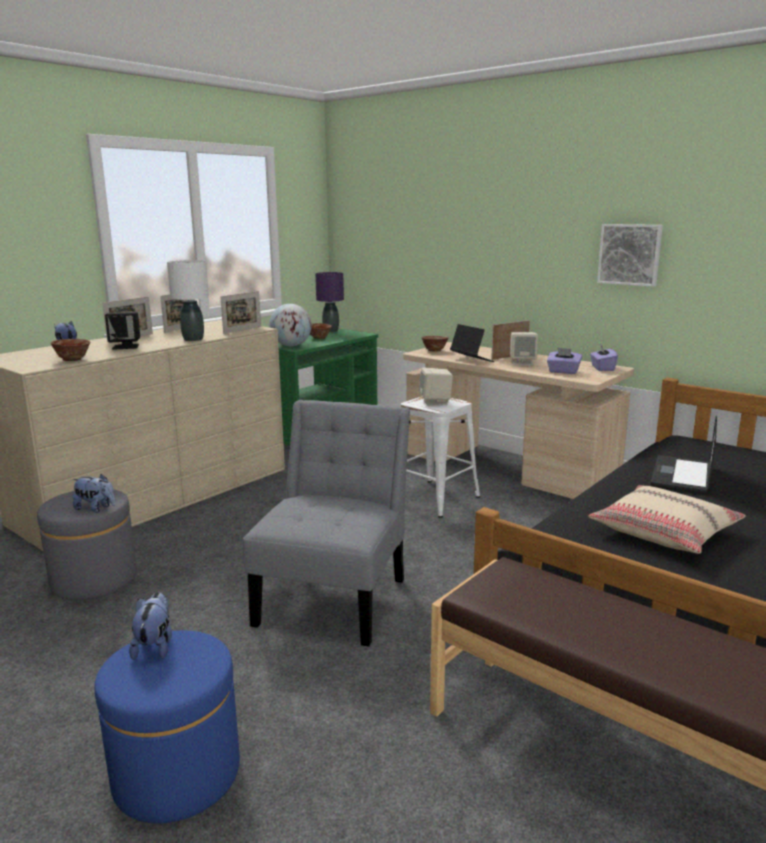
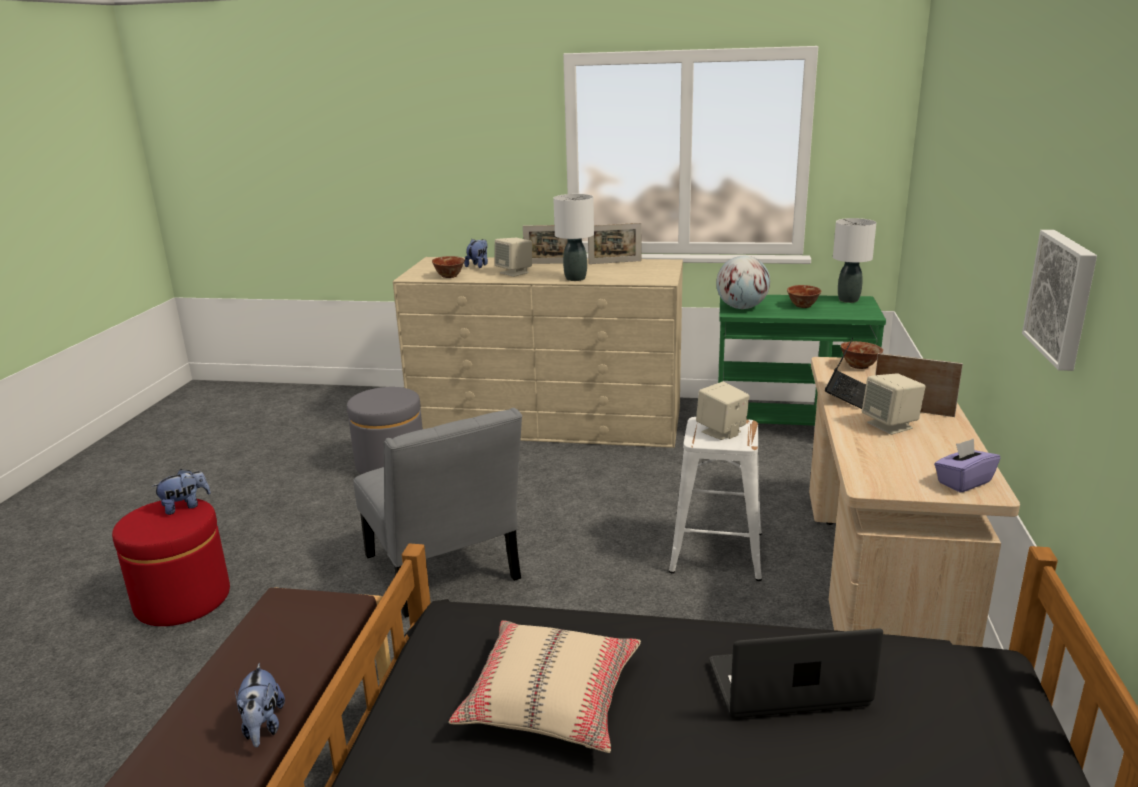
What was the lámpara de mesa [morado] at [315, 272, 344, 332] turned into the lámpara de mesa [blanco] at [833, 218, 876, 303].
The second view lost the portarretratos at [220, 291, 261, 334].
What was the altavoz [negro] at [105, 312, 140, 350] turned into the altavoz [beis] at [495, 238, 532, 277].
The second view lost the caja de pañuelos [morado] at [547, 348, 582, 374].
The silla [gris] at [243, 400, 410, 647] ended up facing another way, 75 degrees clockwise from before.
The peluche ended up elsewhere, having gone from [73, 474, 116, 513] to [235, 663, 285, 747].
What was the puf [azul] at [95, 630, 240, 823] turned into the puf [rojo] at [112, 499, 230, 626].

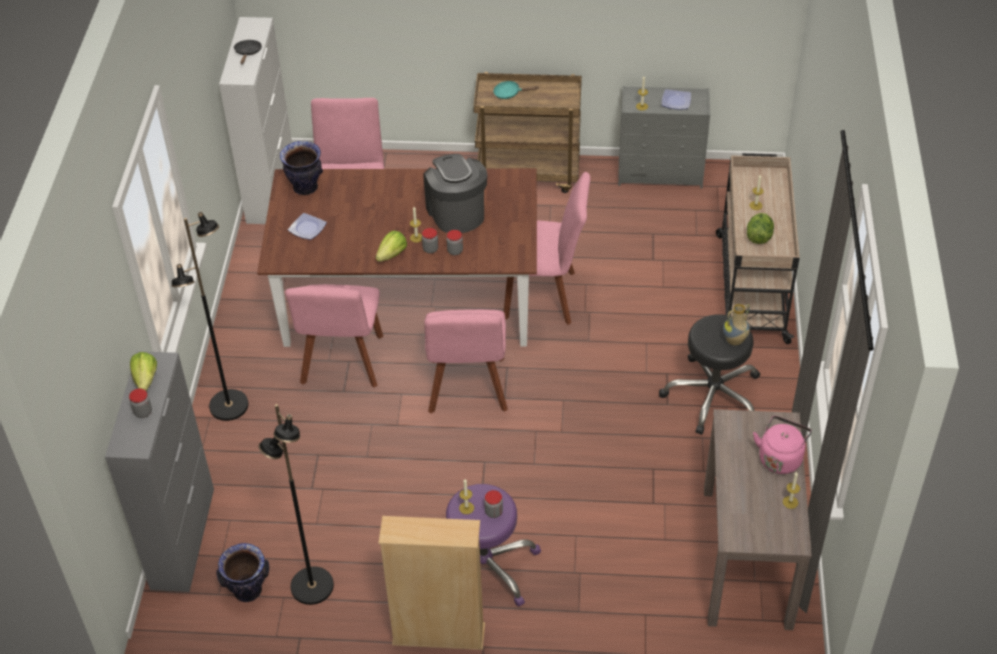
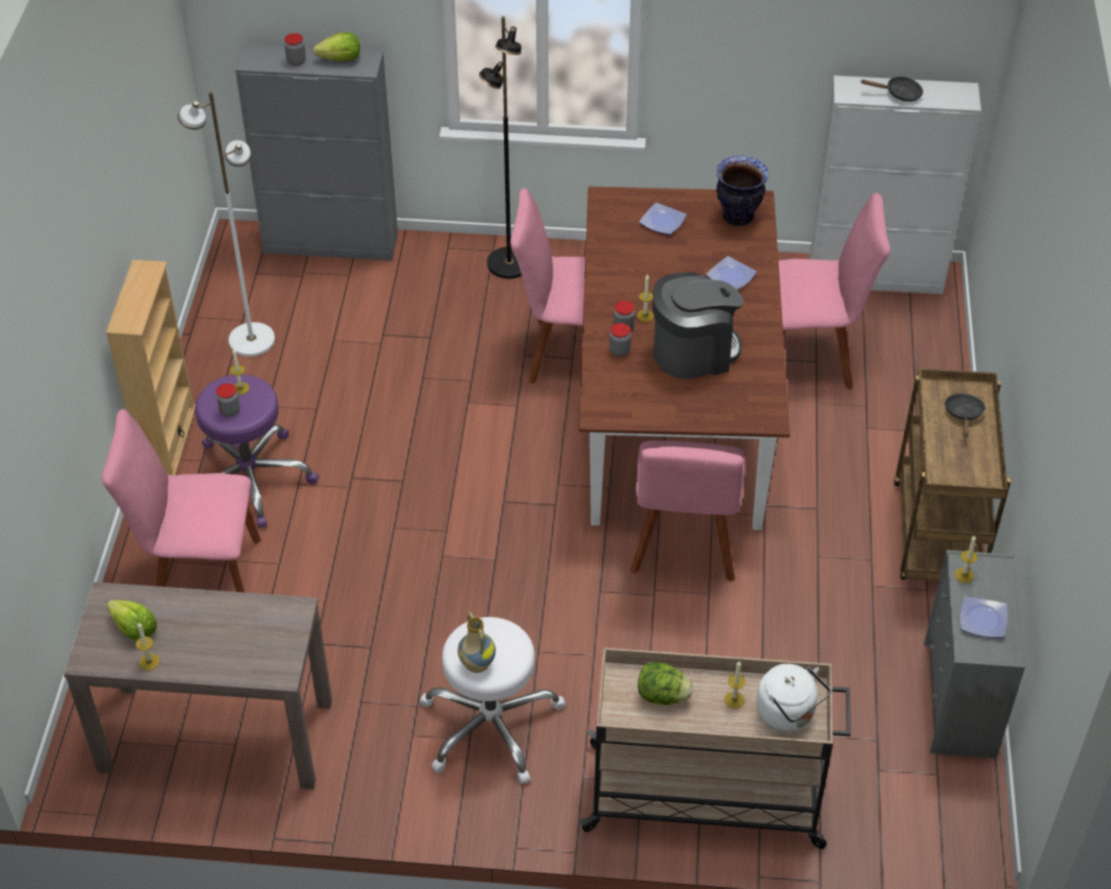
What was the sartén [turquesa] at [493, 81, 538, 99] turned into the sartén [negro] at [944, 394, 986, 437].
The lechuga ended up elsewhere, having gone from [376, 231, 407, 262] to [107, 600, 157, 641].
The silla [rosa] ended up elsewhere, having gone from [424, 309, 508, 414] to [102, 409, 261, 592].
What was the taburete [negro] at [659, 314, 760, 435] turned into the taburete [blanco] at [419, 617, 566, 784].
What was the lámpara de pie [negro] at [259, 404, 334, 605] turned into the lámpara de pie [blanco] at [178, 92, 275, 357].
The second view lost the hervidor [rosa] at [753, 416, 812, 474].
The second view lost the florero at [216, 543, 269, 602].
The second view gained the plato at [706, 256, 757, 290].
The second view gained the hervidor [blanco] at [756, 664, 831, 732].

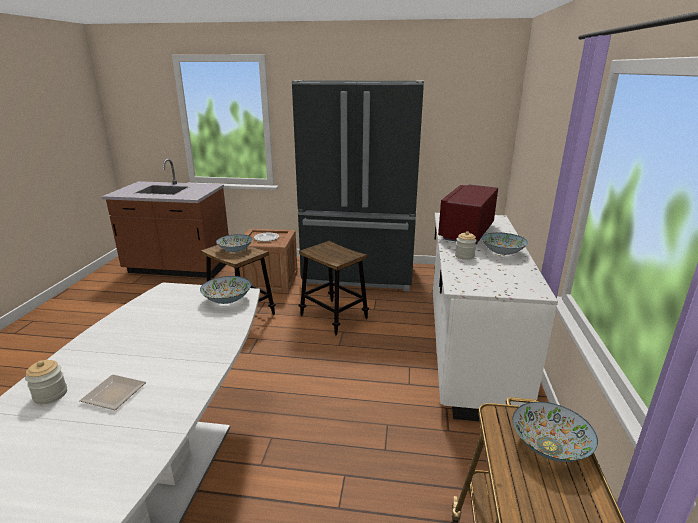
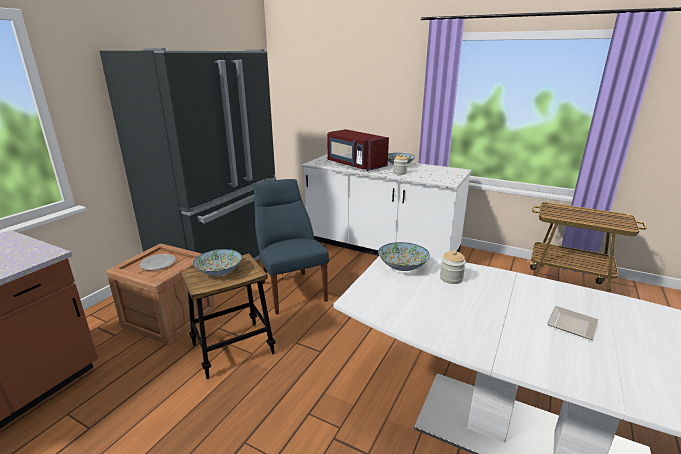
Where the taburete stood at [299, 241, 369, 335], the silla [azul] came to stand at [254, 179, 329, 315].
The tarro ended up elsewhere, having gone from [25, 360, 67, 404] to [440, 250, 466, 284].
The second view lost the cuenco at [513, 402, 598, 462].

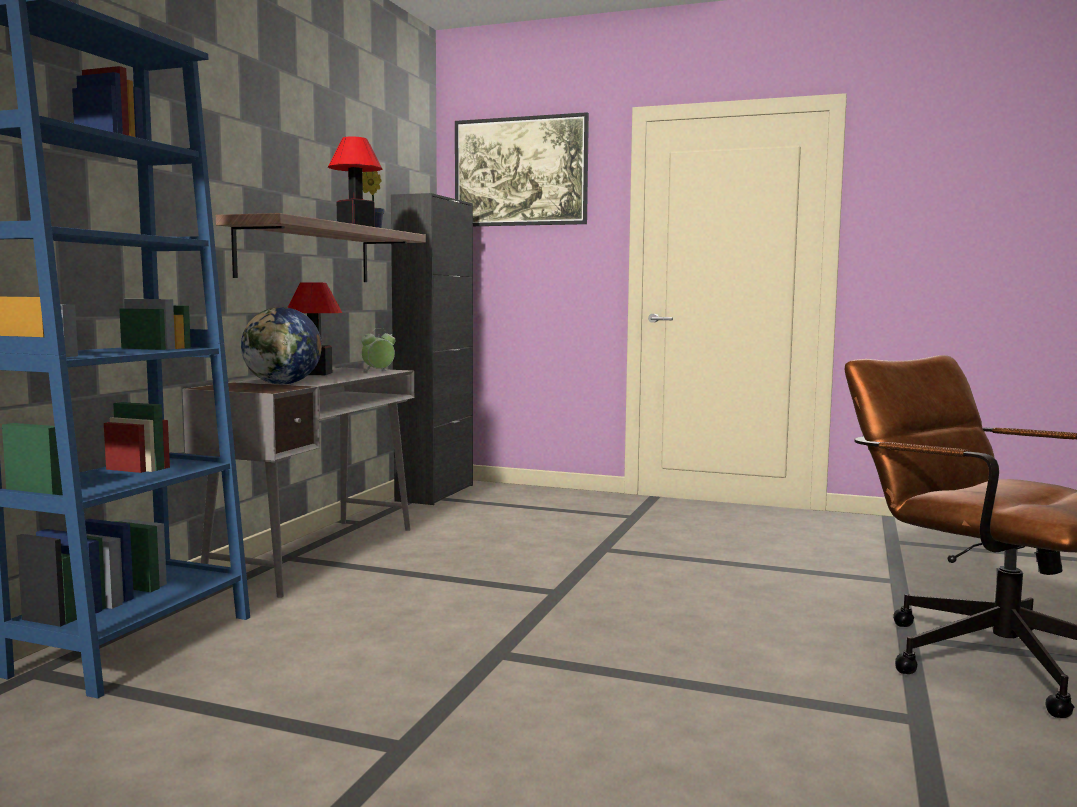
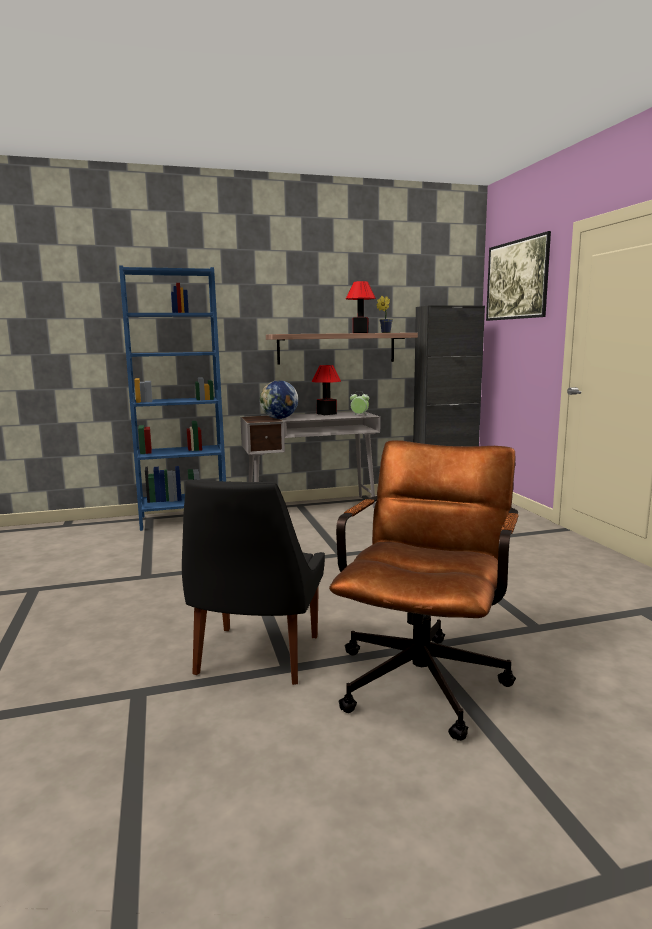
The second view gained the silla [negro] at [182, 479, 325, 685].

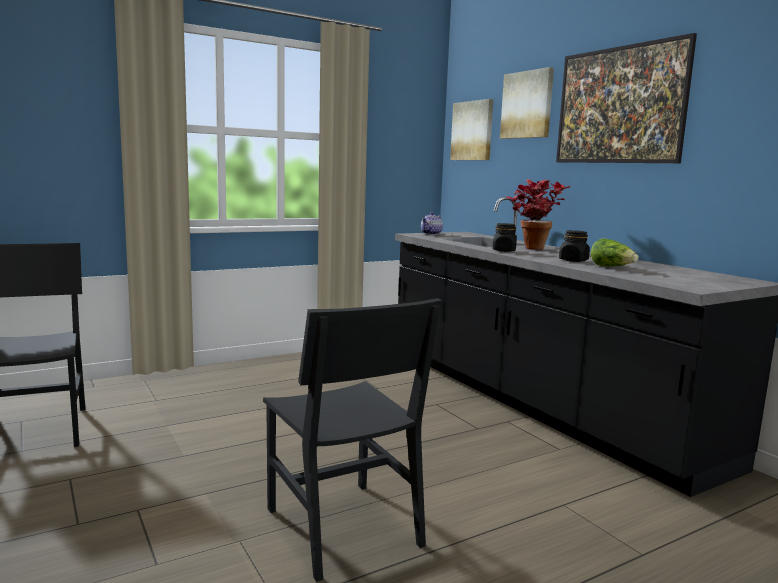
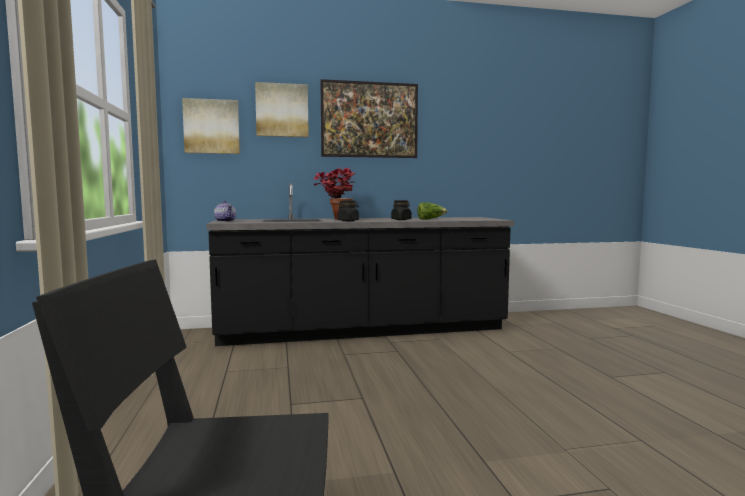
The second view lost the silla [negro] at [263, 298, 442, 582].

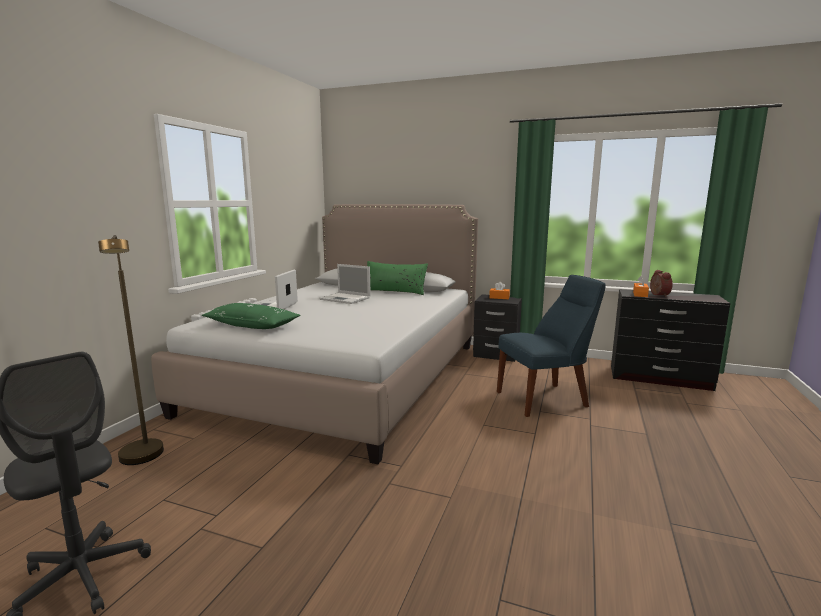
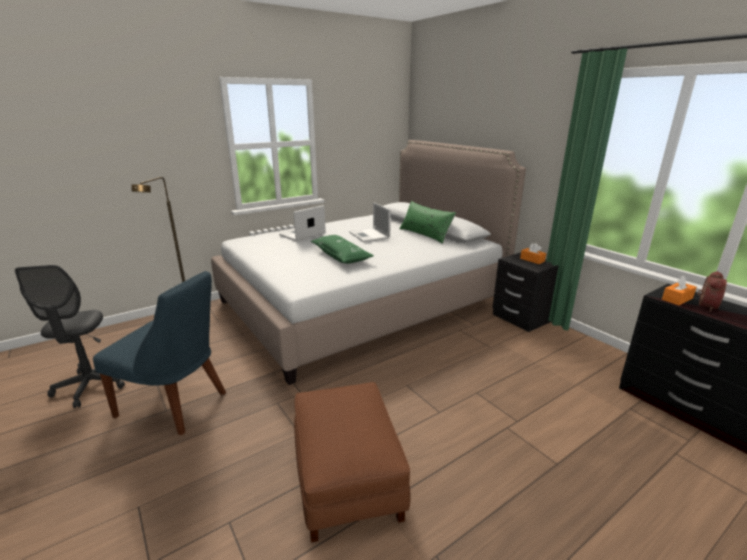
The silla [azul] ended up elsewhere, having gone from [497, 275, 606, 417] to [93, 271, 226, 435].
The cojín [verde] ended up elsewhere, having gone from [202, 303, 301, 329] to [311, 235, 374, 264].
The second view gained the puf [marrón] at [294, 382, 410, 542].

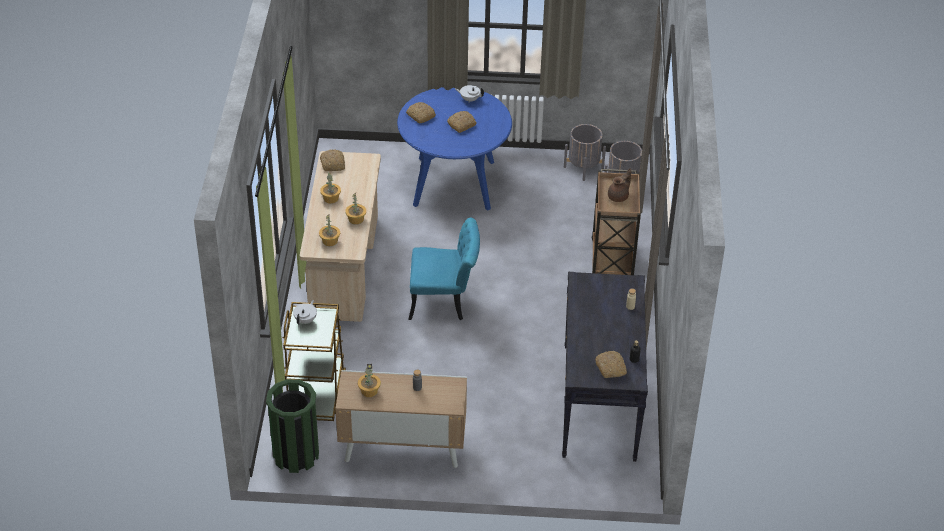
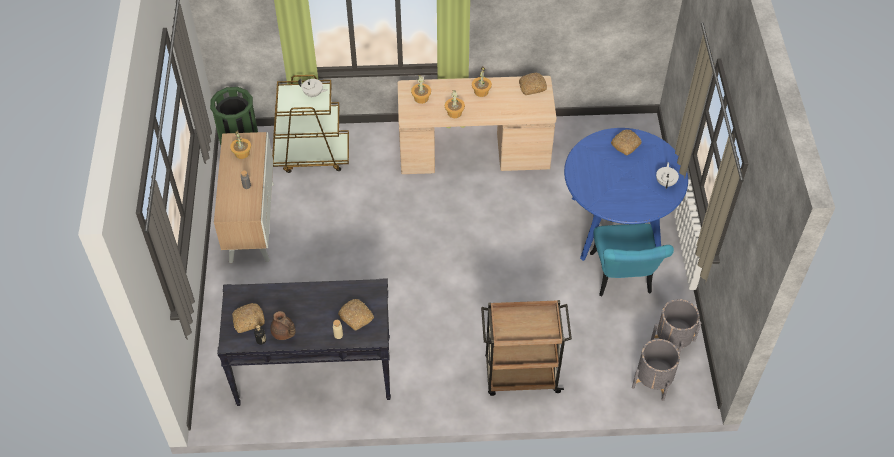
The pan ended up elsewhere, having gone from [447, 111, 476, 133] to [338, 299, 374, 330].
The tetera [marrón] ended up elsewhere, having gone from [608, 168, 631, 202] to [270, 311, 296, 340].
The silla [turquesa] ended up elsewhere, having gone from [409, 218, 480, 320] to [590, 223, 674, 297].

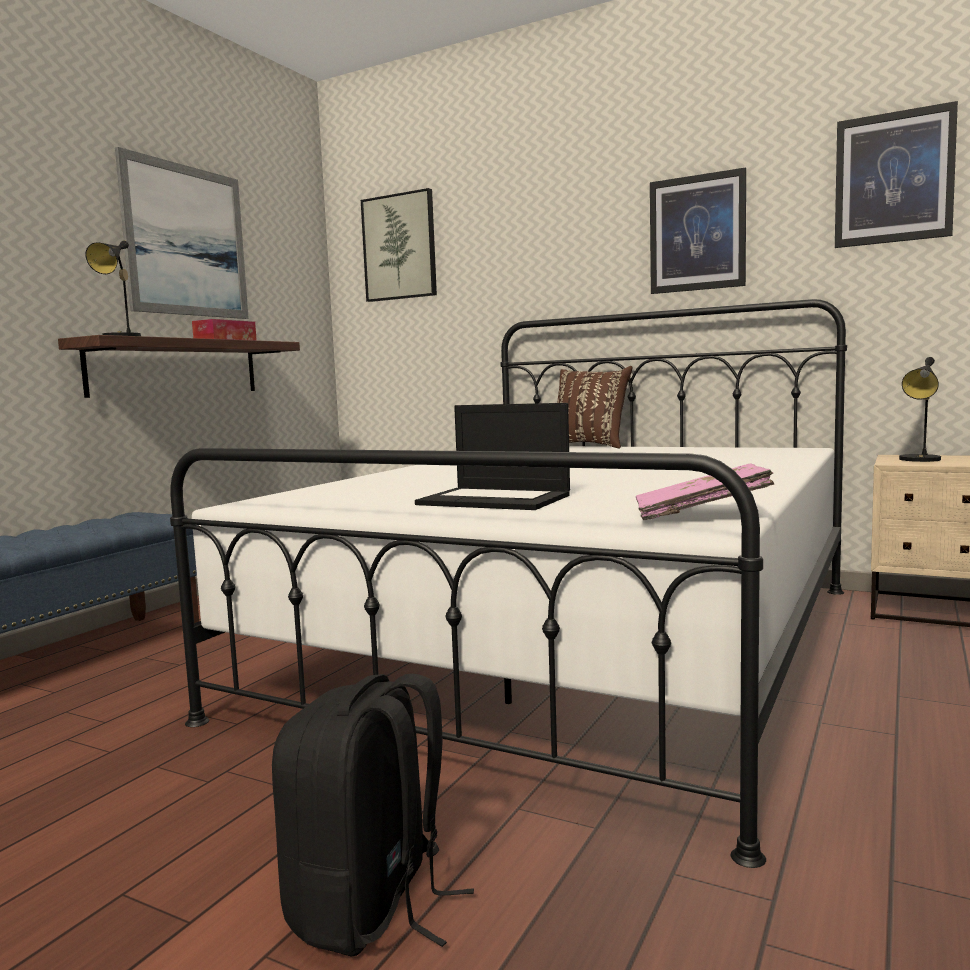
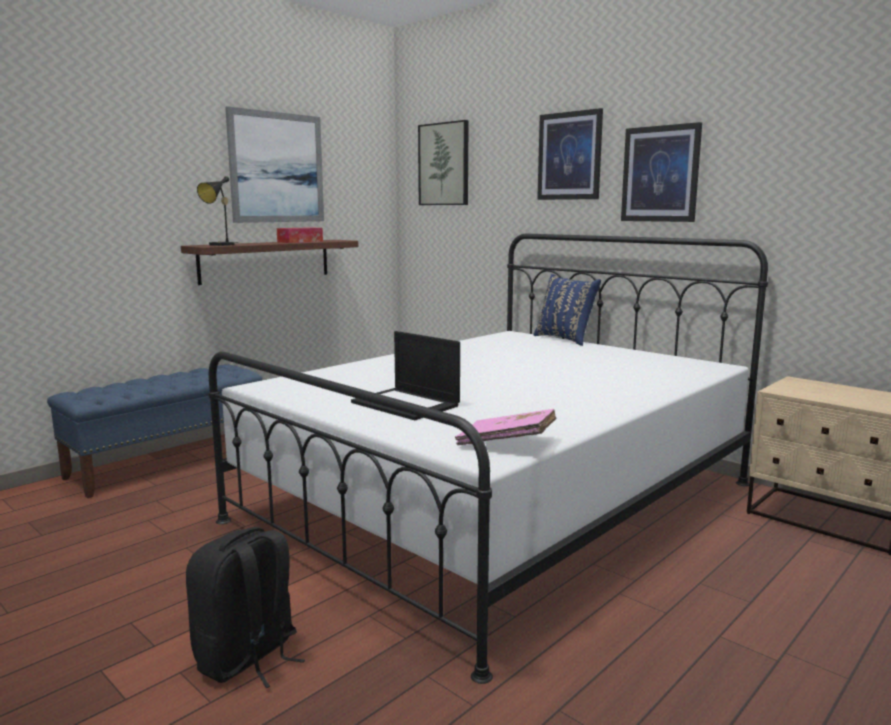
The cuadro ended up elsewhere, having gone from [835, 101, 958, 248] to [537, 108, 603, 200].
The second view lost the lámpara de mesa [negro] at [899, 357, 941, 462].
What was the cojín [marrón] at [558, 366, 633, 448] turned into the cojín [azul] at [534, 274, 601, 346].

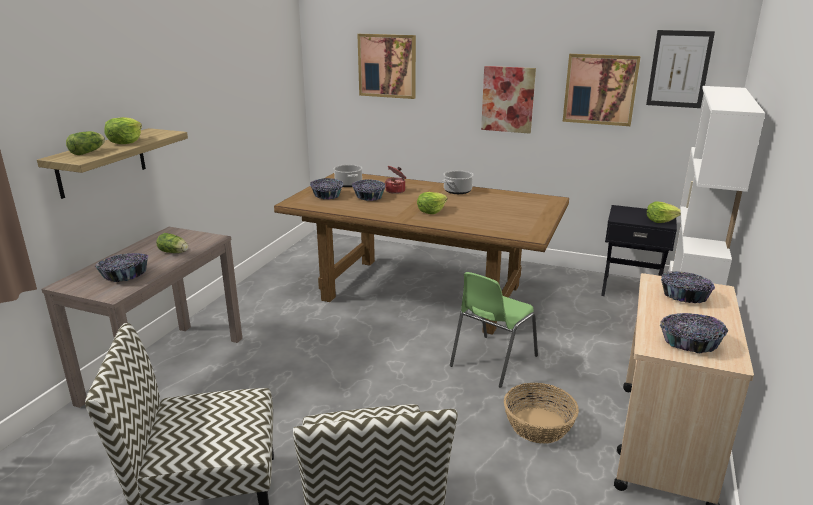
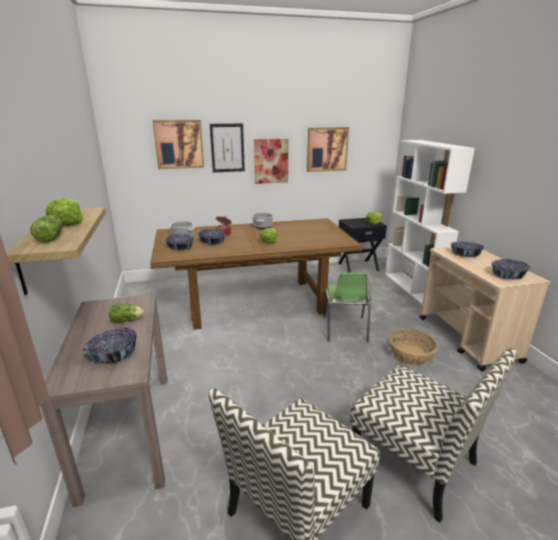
The cuadro ended up elsewhere, having gone from [646, 30, 715, 108] to [210, 124, 245, 172].

